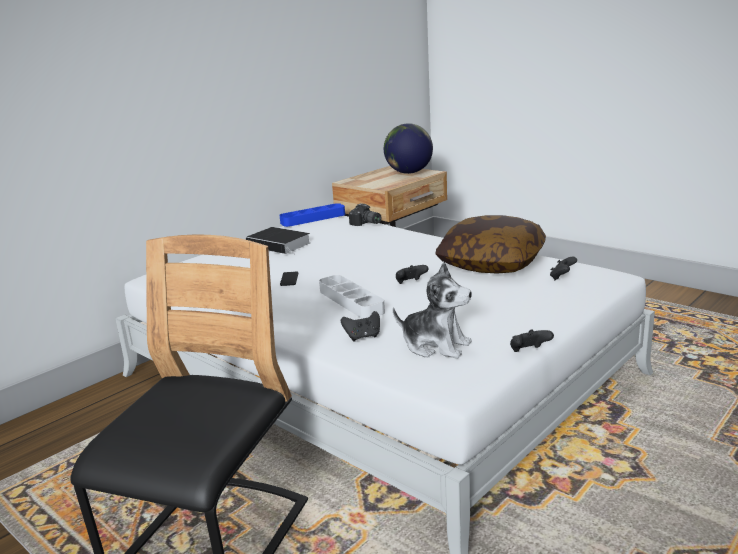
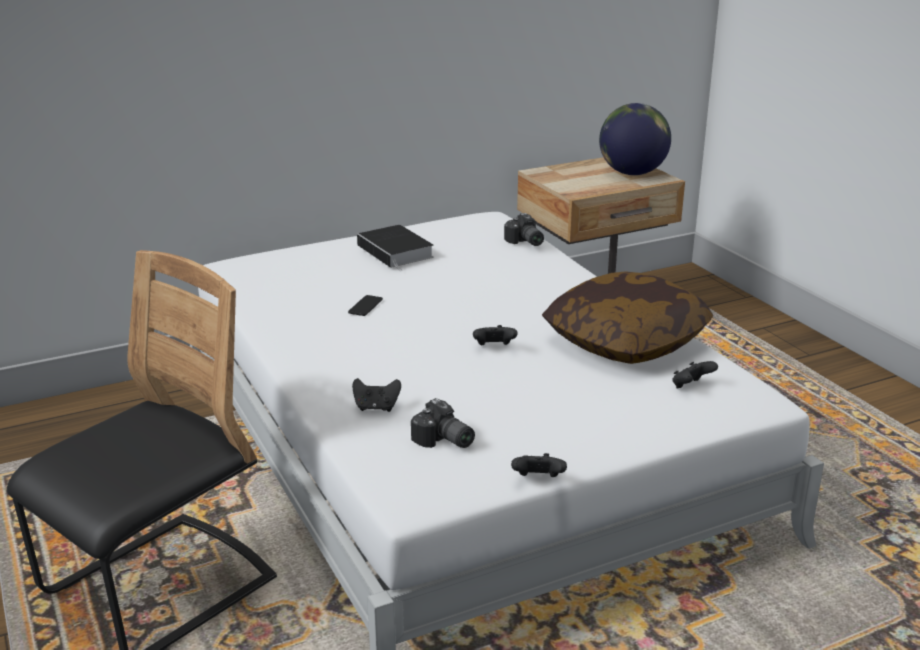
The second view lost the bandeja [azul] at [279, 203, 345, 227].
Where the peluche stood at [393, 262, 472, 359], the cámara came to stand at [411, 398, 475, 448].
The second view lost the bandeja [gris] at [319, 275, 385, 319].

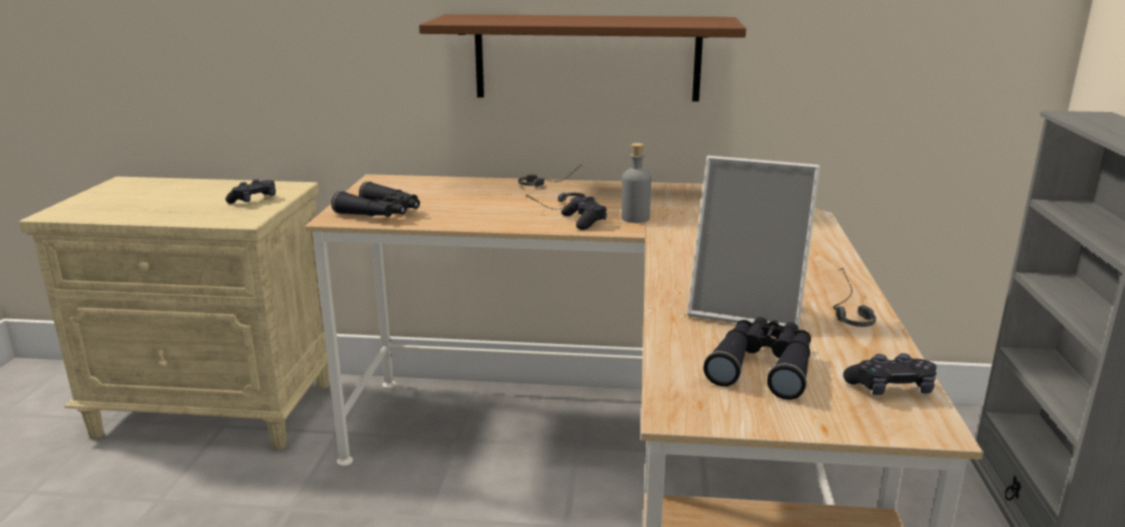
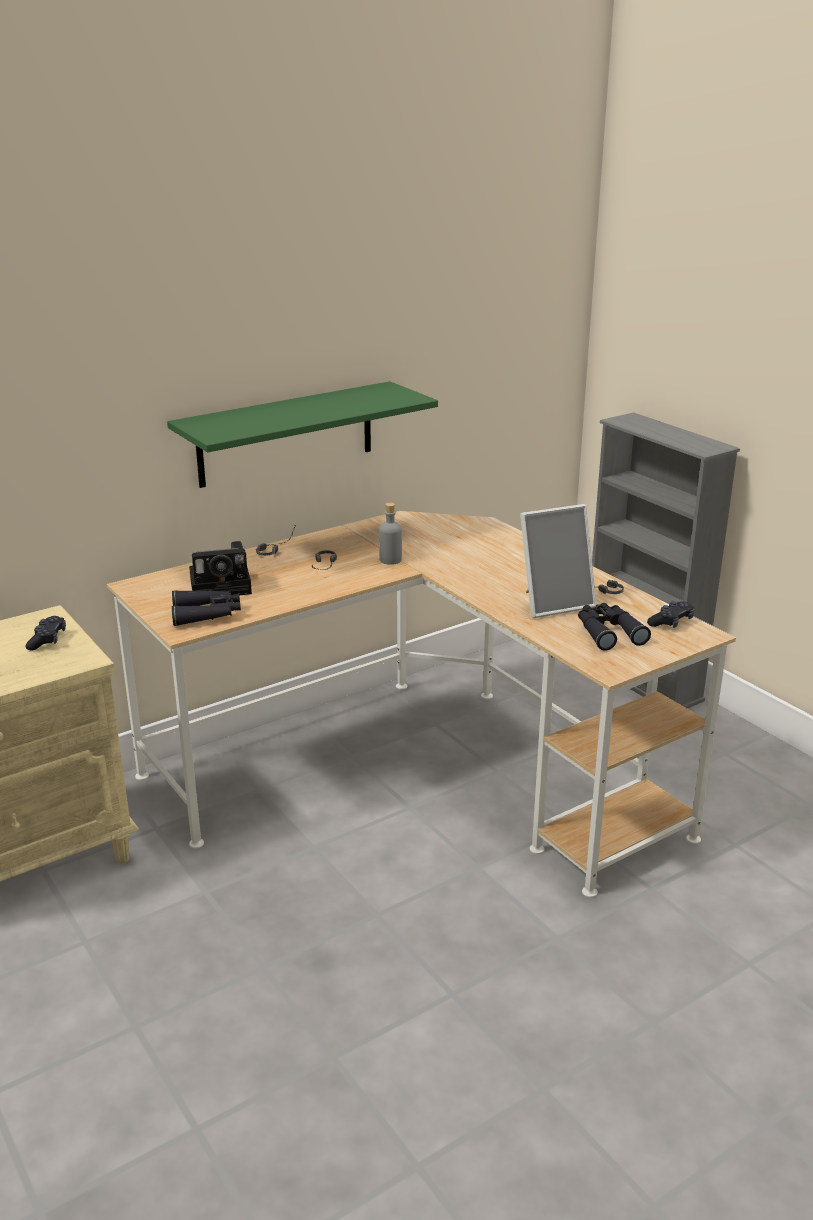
What was the estante [marrón] at [419, 14, 746, 102] turned into the estante [verde] at [167, 381, 438, 488].
The second view lost the mando de consola [negro] at [561, 196, 607, 230].
The second view gained the cámara at [189, 541, 252, 595].

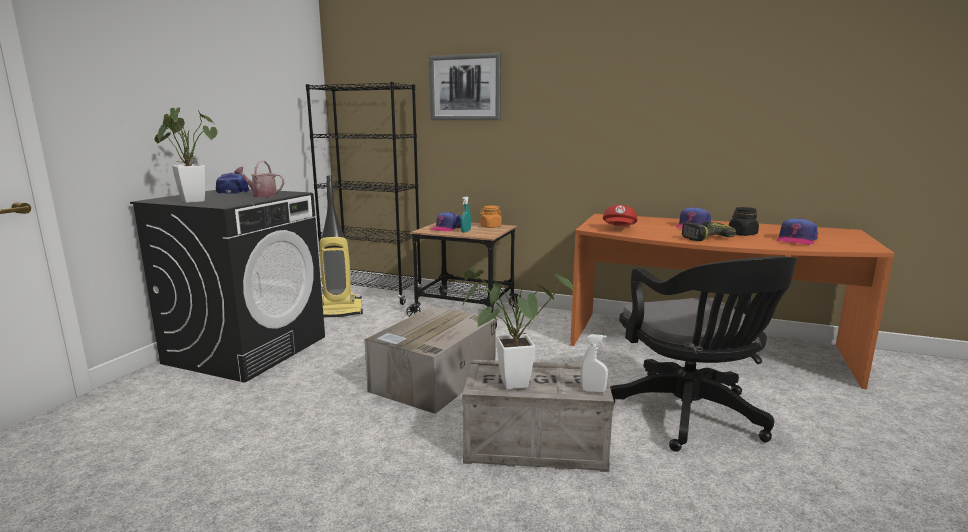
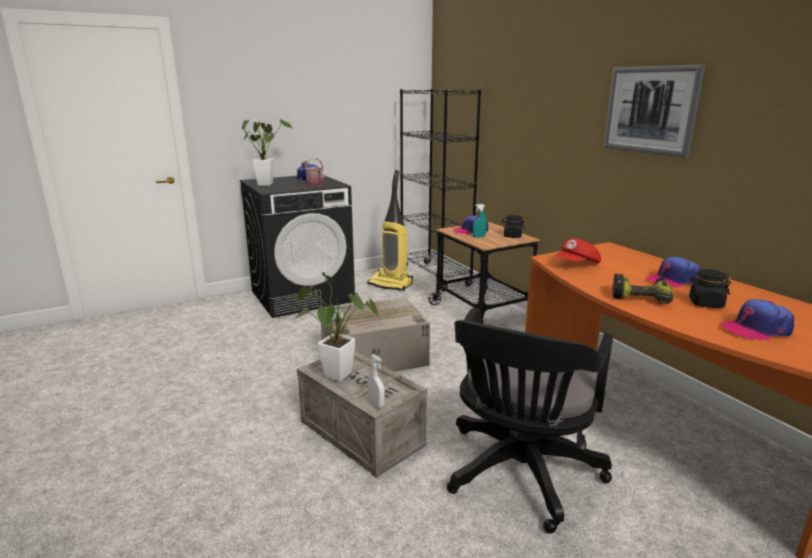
The cuadro ended up elsewhere, having gone from [429, 53, 501, 120] to [603, 64, 706, 158].
What was the tarro [naranja] at [480, 206, 502, 228] turned into the tarro [negro] at [502, 215, 525, 238].

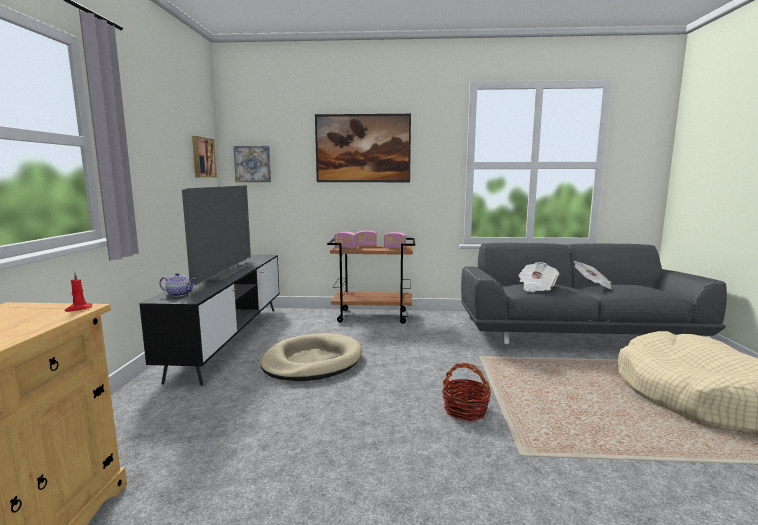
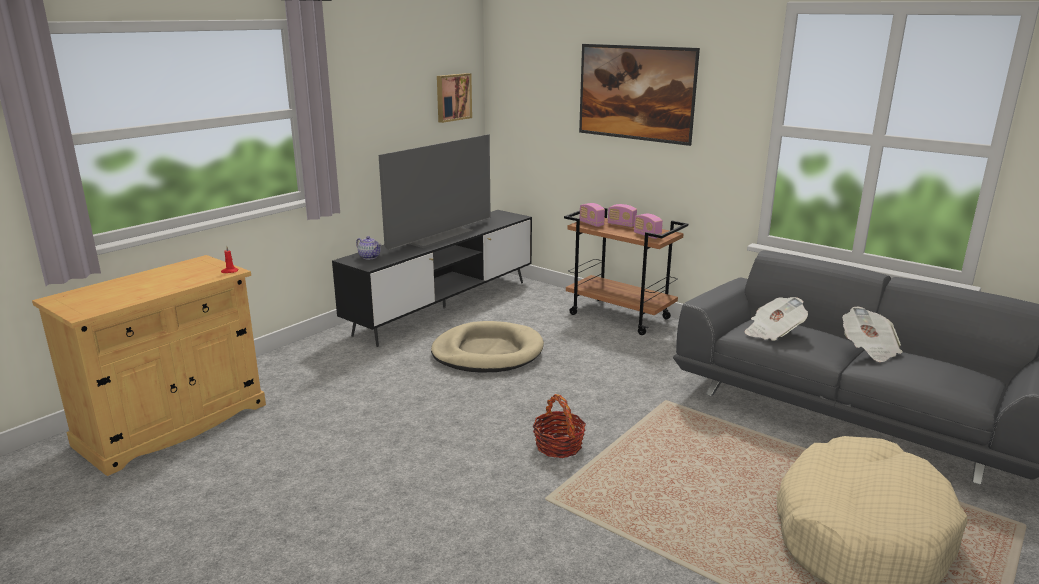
The second view lost the cuadro at [233, 146, 271, 182].

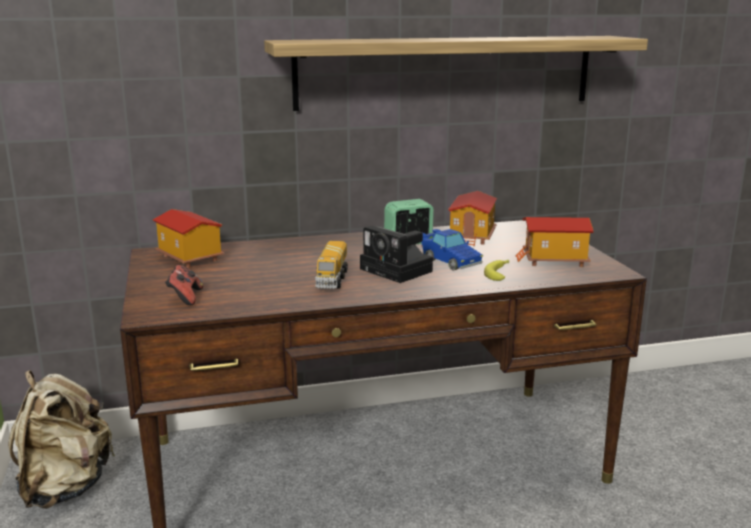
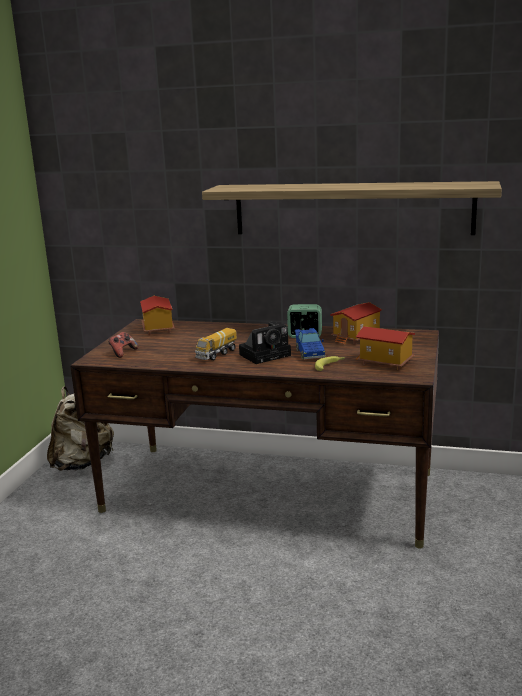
The cámara at [360, 226, 433, 283] ended up facing another way, 105 degrees counterclockwise from before.

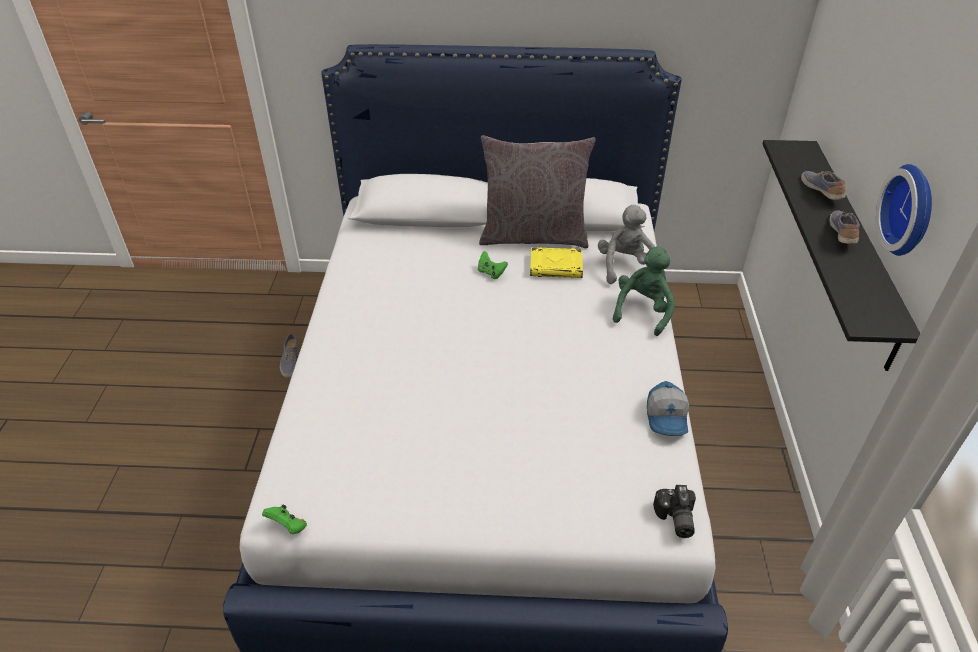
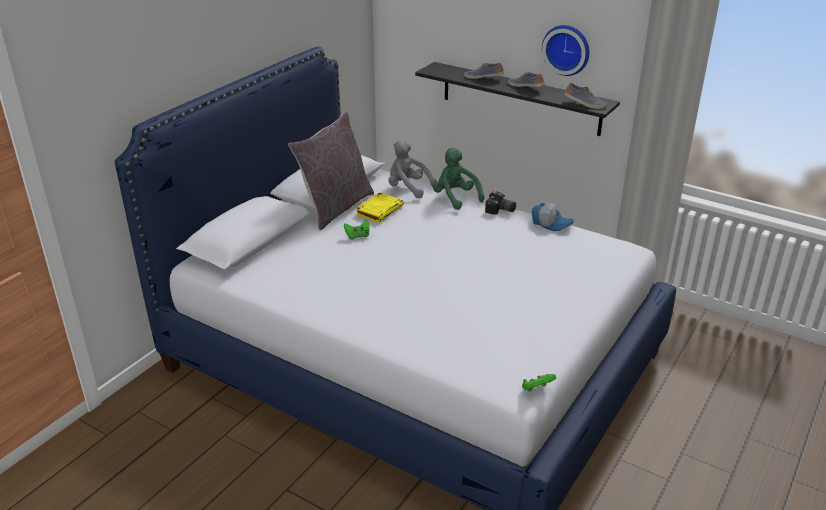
The zapato ended up elsewhere, having gone from [280, 333, 299, 378] to [565, 83, 607, 109].
The cámara ended up elsewhere, having gone from [653, 485, 696, 538] to [485, 191, 516, 215].

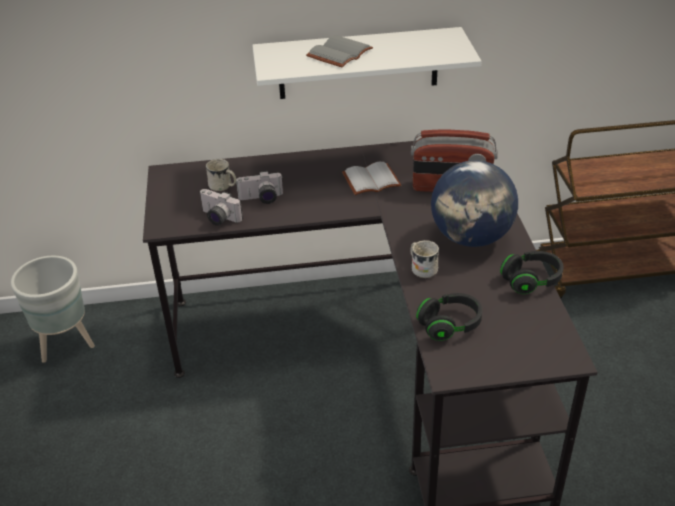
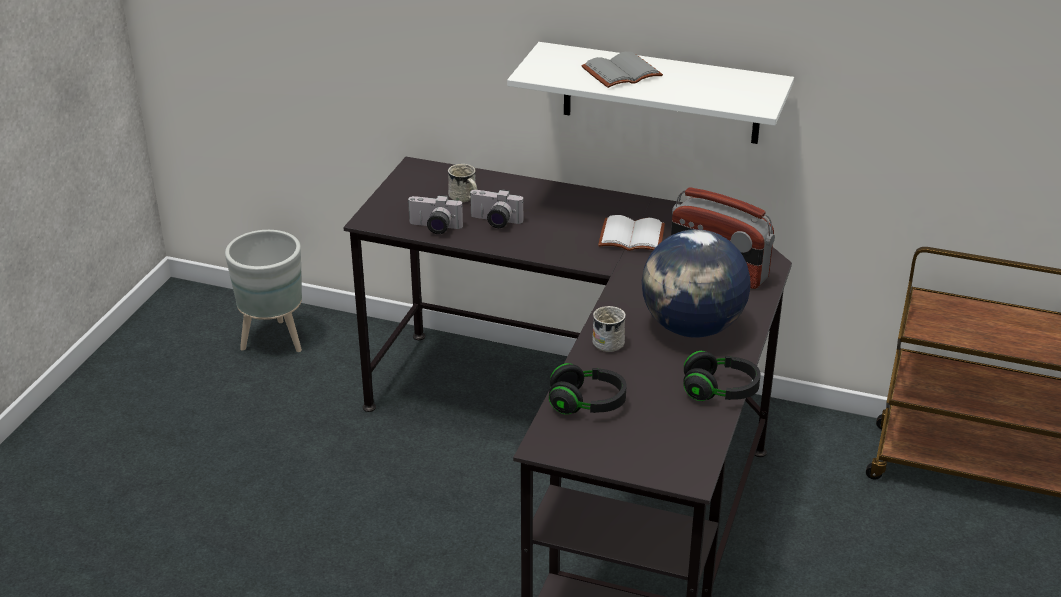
The cámara at [200, 189, 243, 226] ended up facing another way, 45 degrees counterclockwise from before.

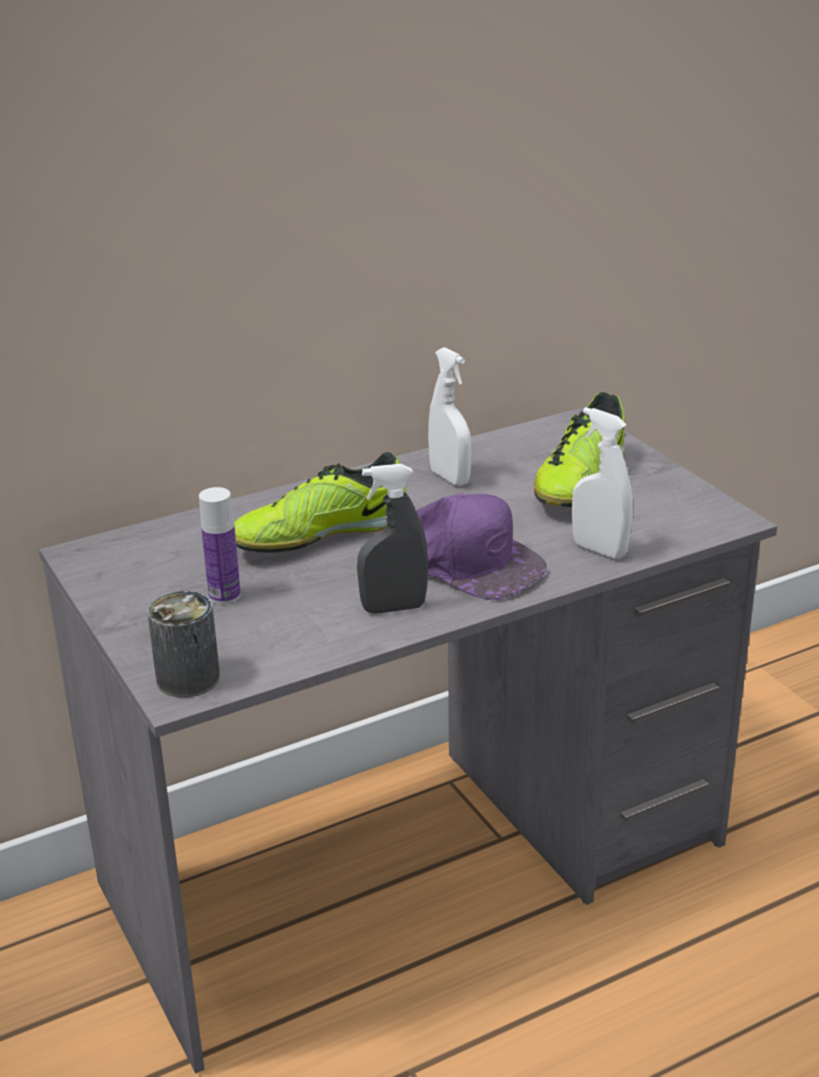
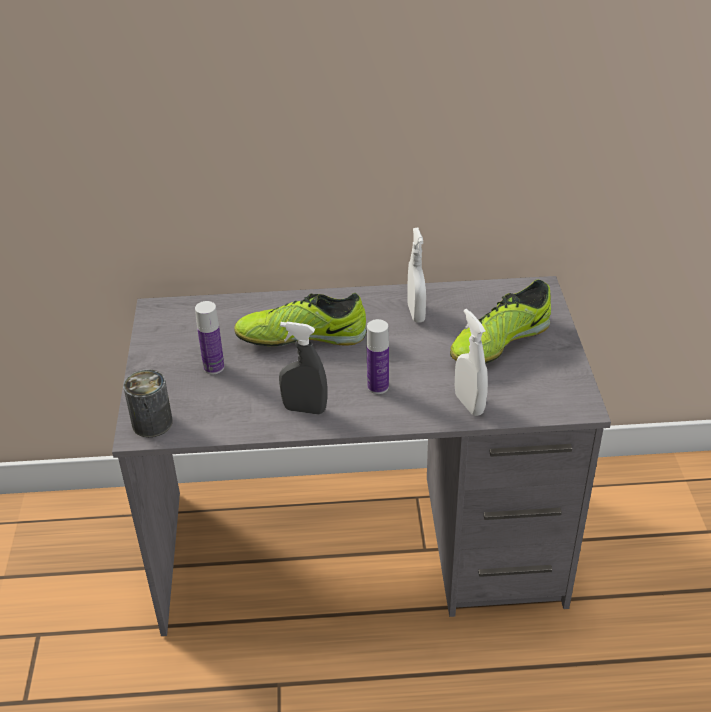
Where the gorra [morado] stood at [416, 493, 547, 600], the botella came to stand at [367, 319, 389, 394].

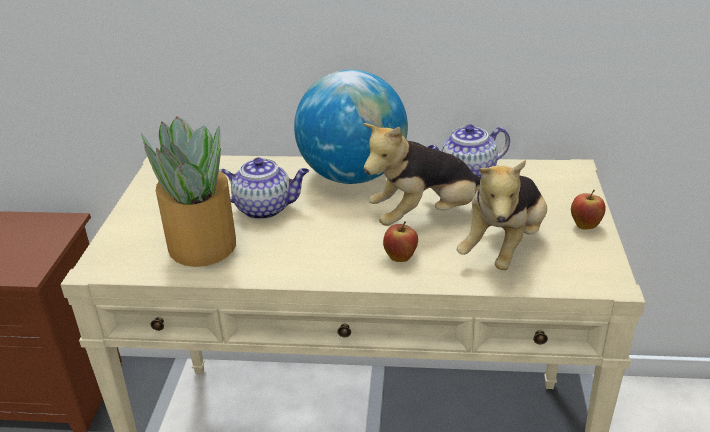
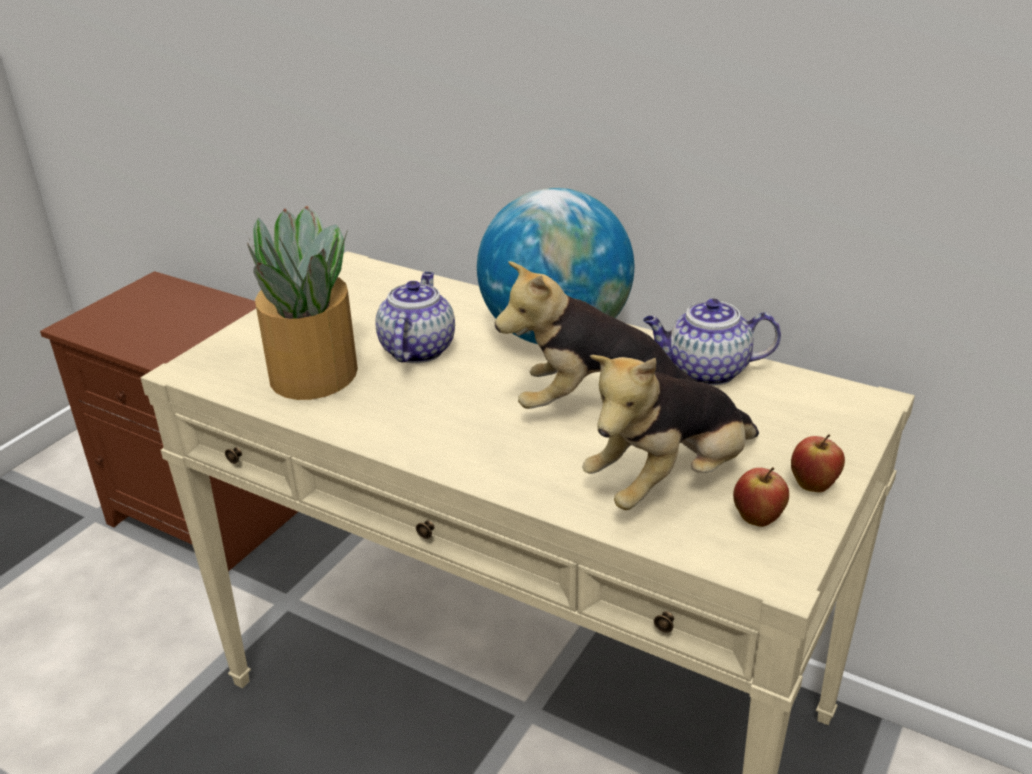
The tetera at [219, 157, 309, 220] ended up facing another way, 105 degrees counterclockwise from before.
The manzana ended up elsewhere, having gone from [383, 221, 418, 262] to [733, 467, 789, 527].

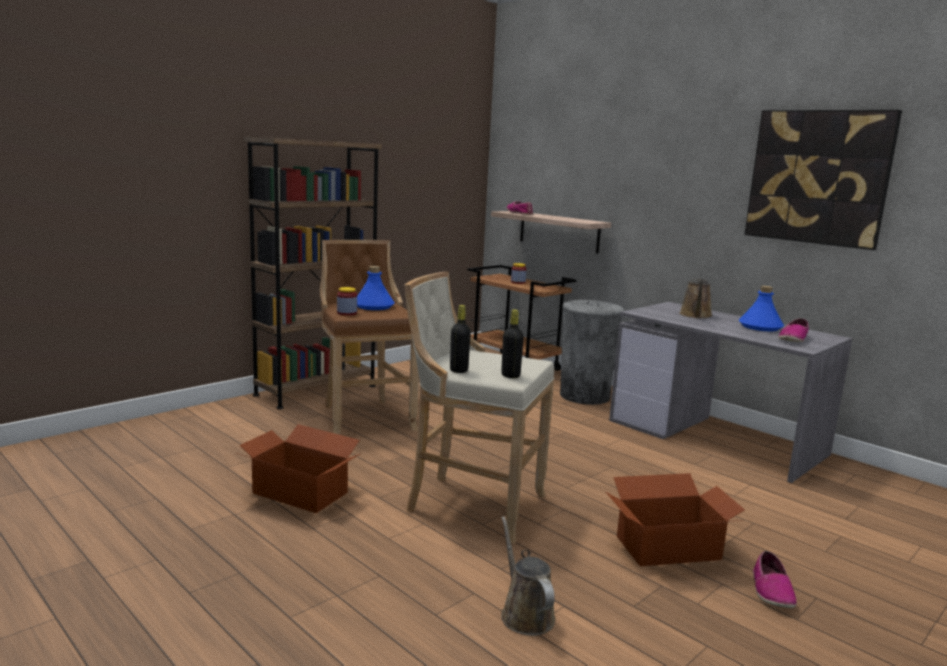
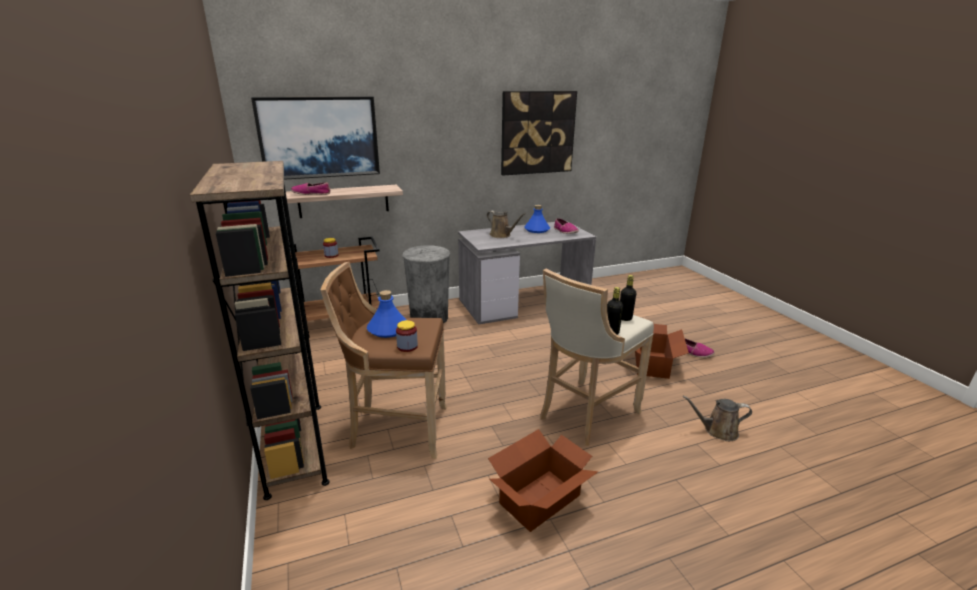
The second view gained the cuadro at [251, 96, 380, 180].

